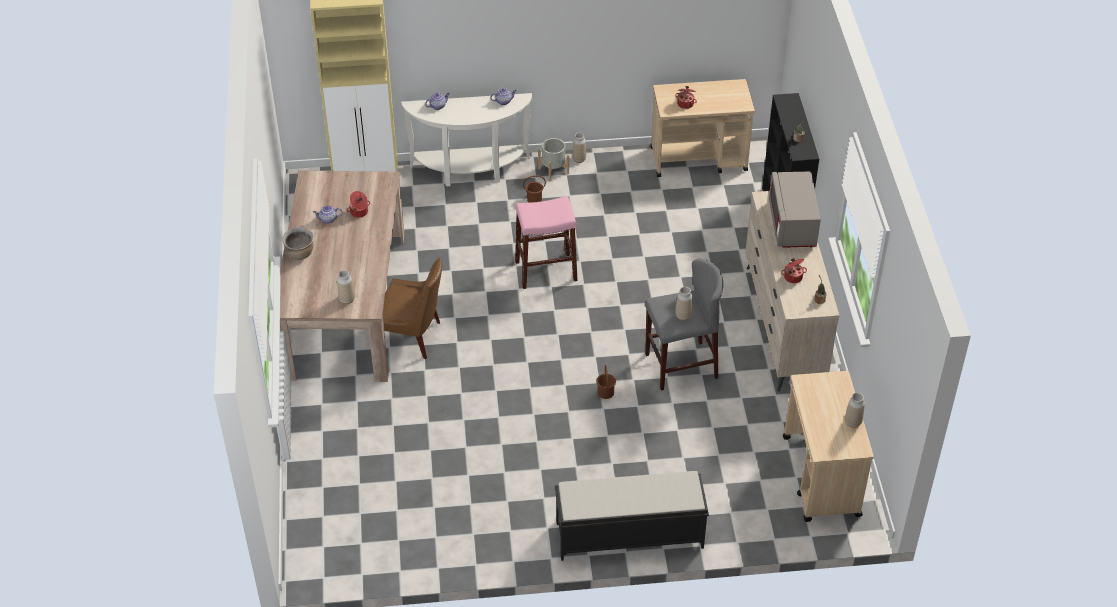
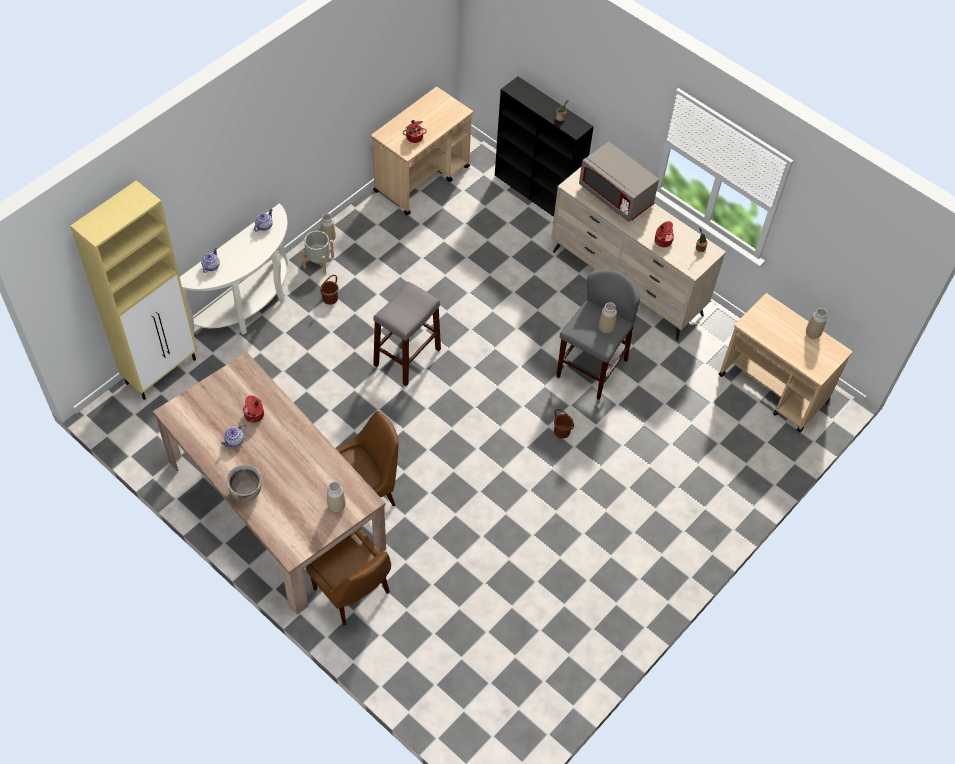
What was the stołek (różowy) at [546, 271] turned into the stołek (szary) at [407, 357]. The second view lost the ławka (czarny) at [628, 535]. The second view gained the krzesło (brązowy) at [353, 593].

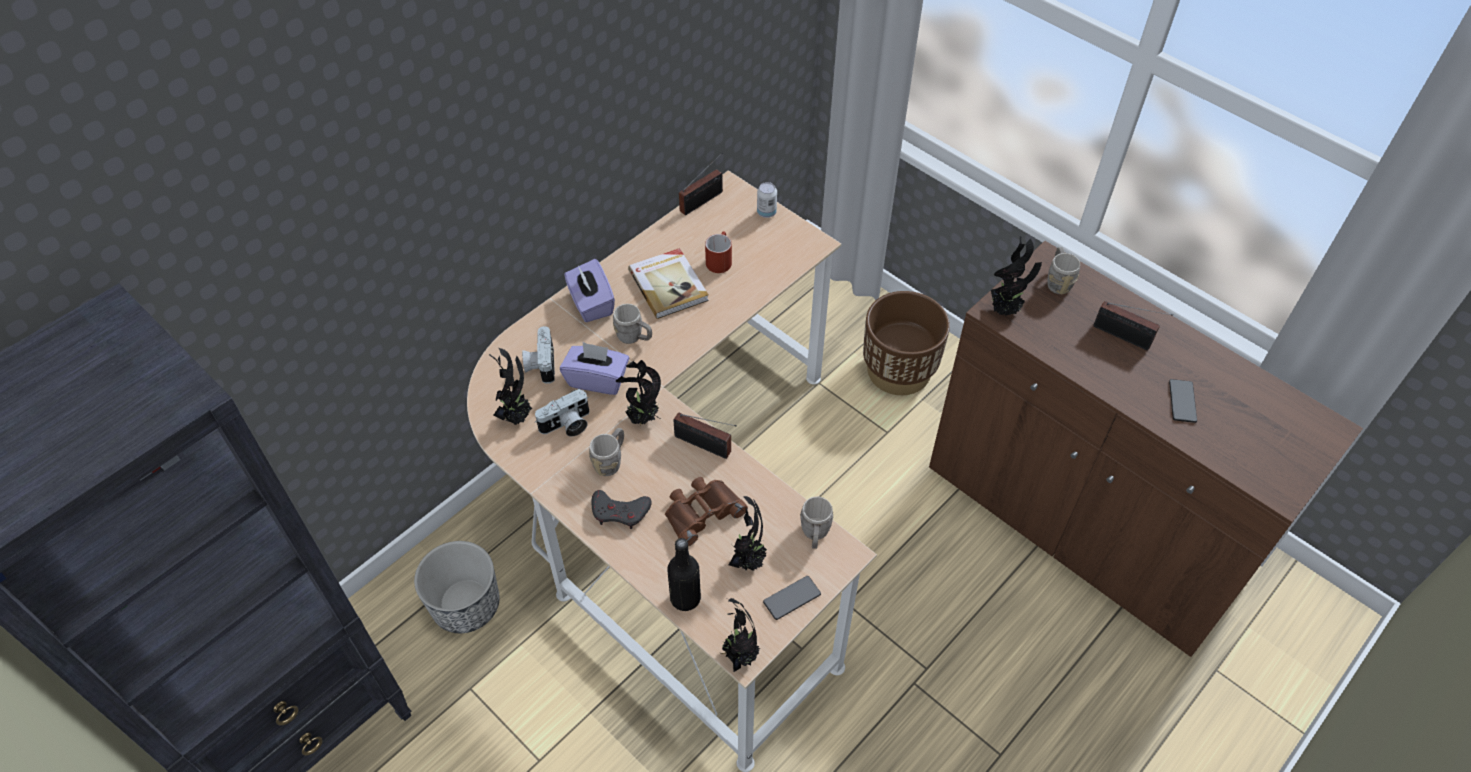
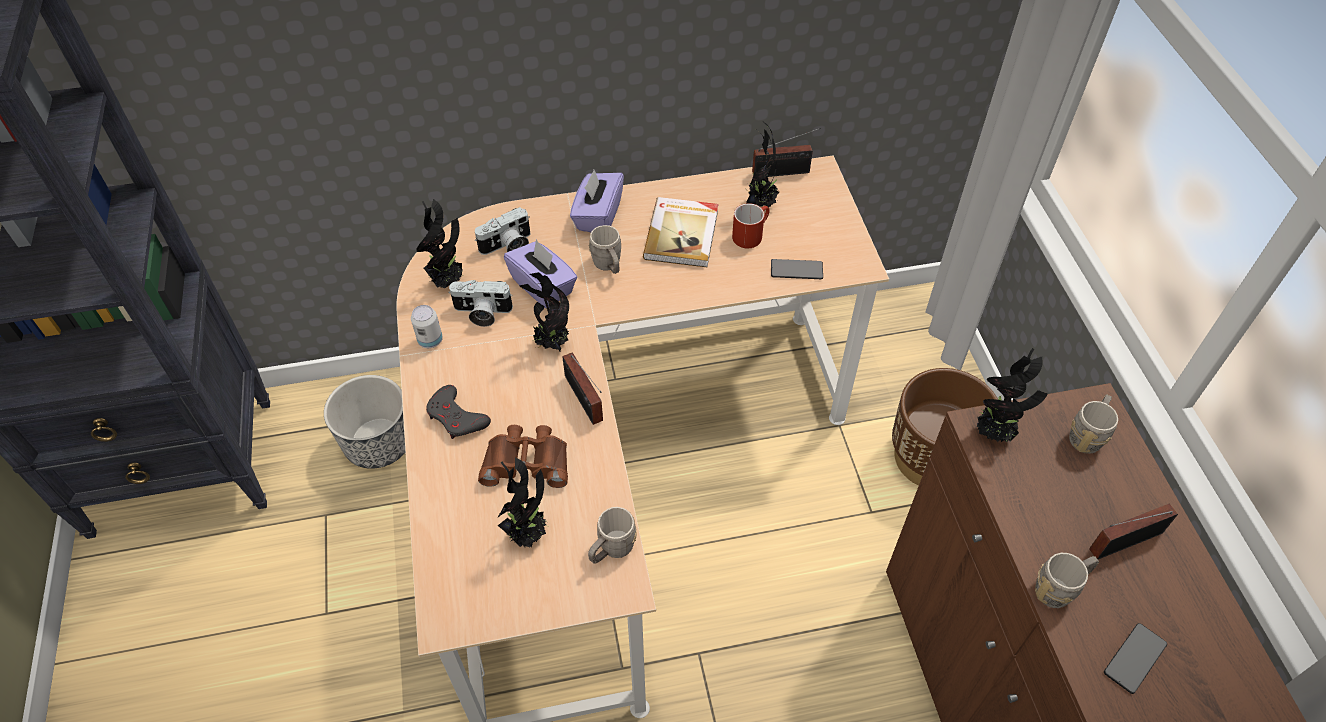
The puszka ended up elsewhere, having gone from [766, 213] to [430, 340]. The radio at [1125, 337] ended up facing another way, 90 degrees clockwise from before. The aparat fotograficzny at [540, 364] ended up facing another way, 150 degrees counterclockwise from before. The kubek (szary) ended up elsewhere, having gone from [611, 461] to [1059, 588]. The second view lost the butelka (czarny) at [685, 598]. The telefon ended up elsewhere, having gone from [792, 598] to [796, 270]. The roślina doniczkowa ended up elsewhere, having gone from [739, 654] to [761, 202].

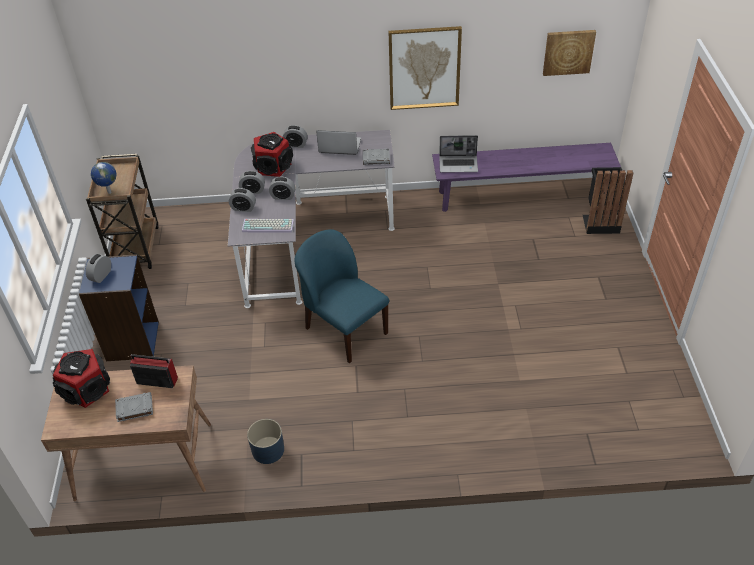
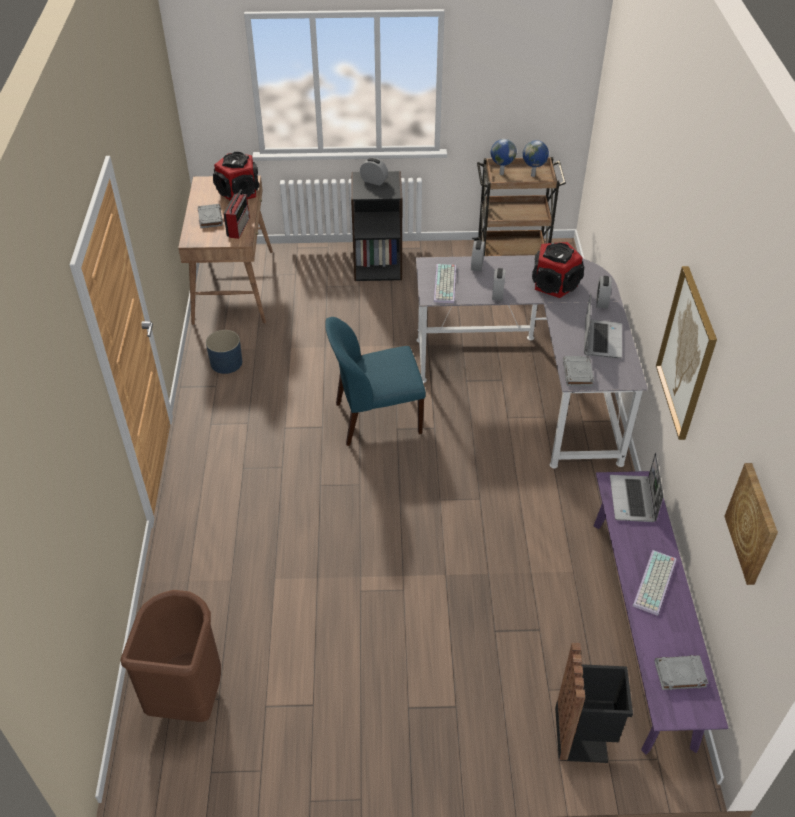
The second view lost the budzik at [253, 190]. The krzesło (niebieski) at [345, 330] ended up facing another way, 150 degrees counterclockwise from before. What was the regał (niebieski) at [132, 341] turned into the regał (czarny) at [378, 265]. The second view gained the globus at [533, 175]. The second view gained the klawiatura at [656, 584]. The second view gained the kosz na śmieci (brązowy) at [188, 696]. The second view gained the książka (szary) at [679, 674].

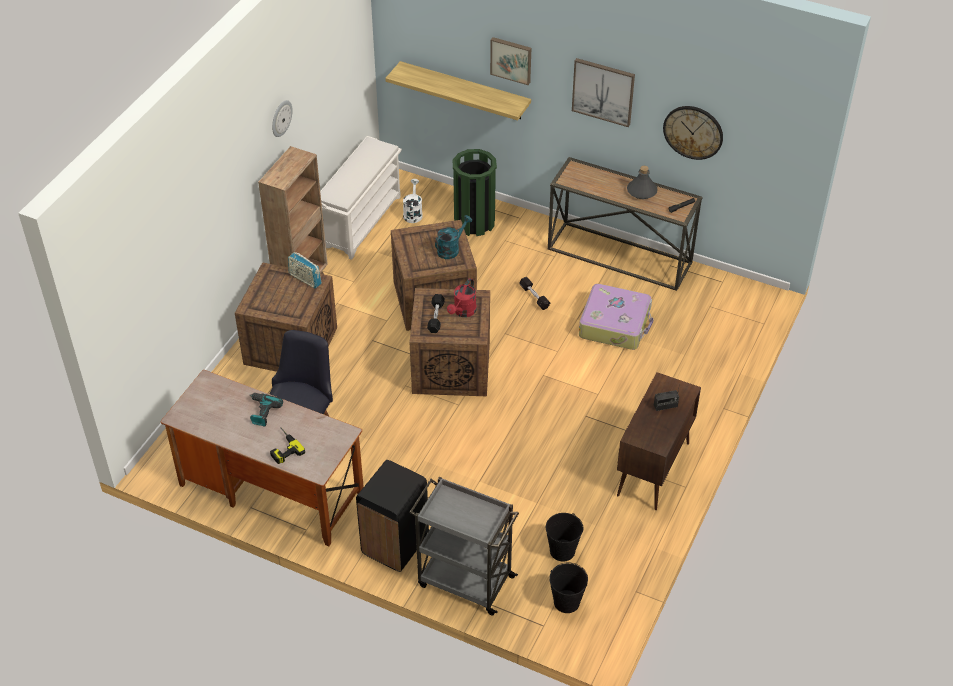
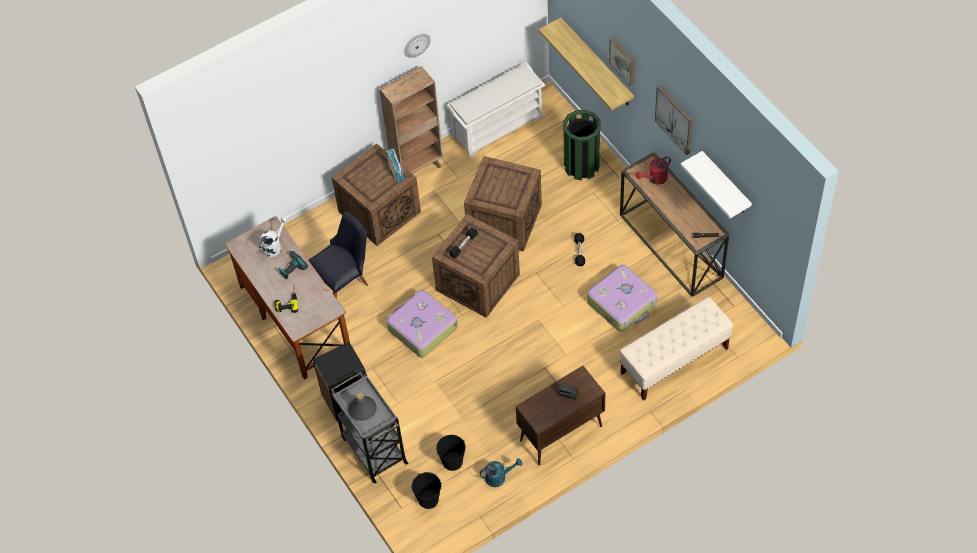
Where the zegar ścienny hung at [693, 132], the półka (biały) came to hang at [725, 184]. The butelka (szary) ended up elsewhere, having gone from [642, 191] to [363, 409]. The konewka (biały) ended up elsewhere, having gone from [413, 213] to [274, 246]. The konewka (turkusowy) ended up elsewhere, having gone from [451, 249] to [499, 477]. The konewka (czerwony) ended up elsewhere, having gone from [463, 312] to [655, 179]. The second view gained the walizka at [422, 328]. The second view gained the ławka (beżowy) at [674, 361].

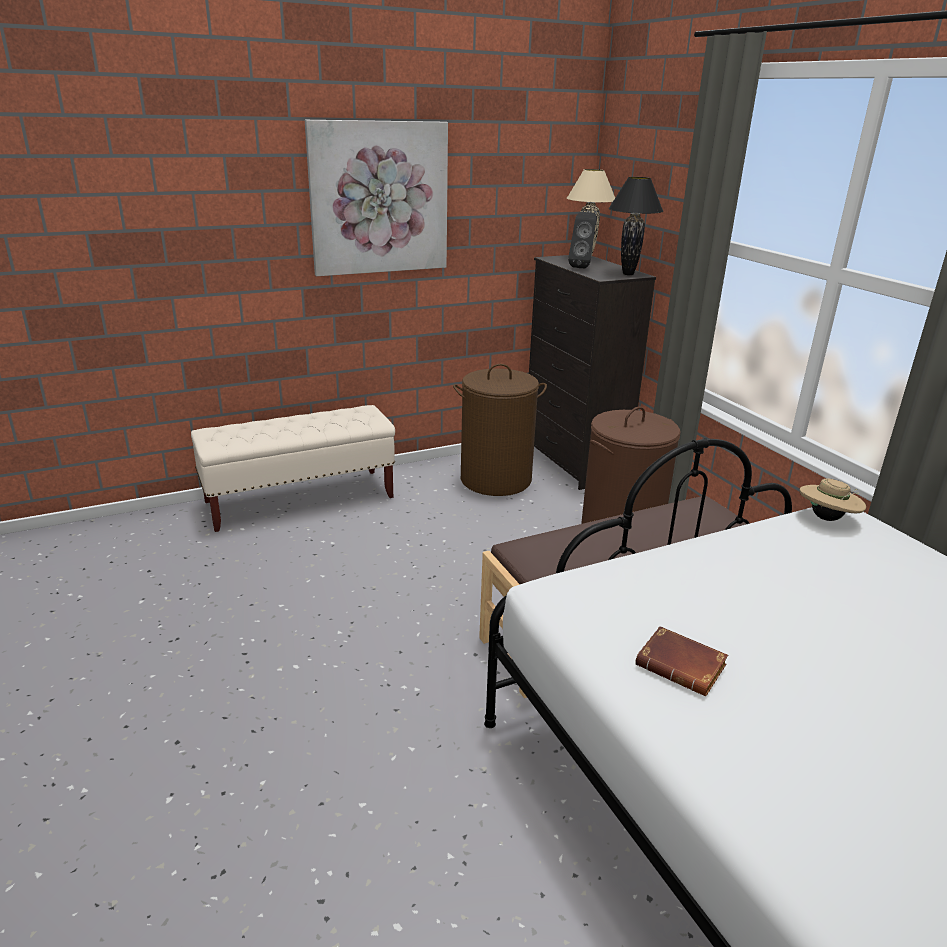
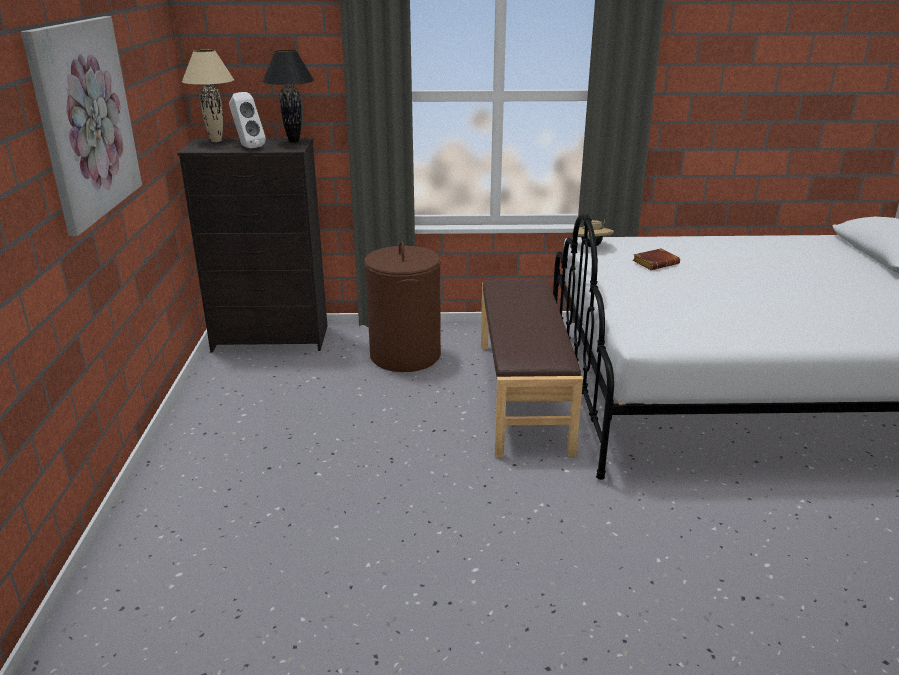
What was the głośnik (czarny) at [582, 267] turned into the głośnik (biały) at [247, 147]. The second view lost the kosz na pranie (brązowy) at [496, 479]. The second view lost the ławka (beżowy) at [300, 500]. The książka (brązowy) ended up elsewhere, having gone from [683, 667] to [655, 263].

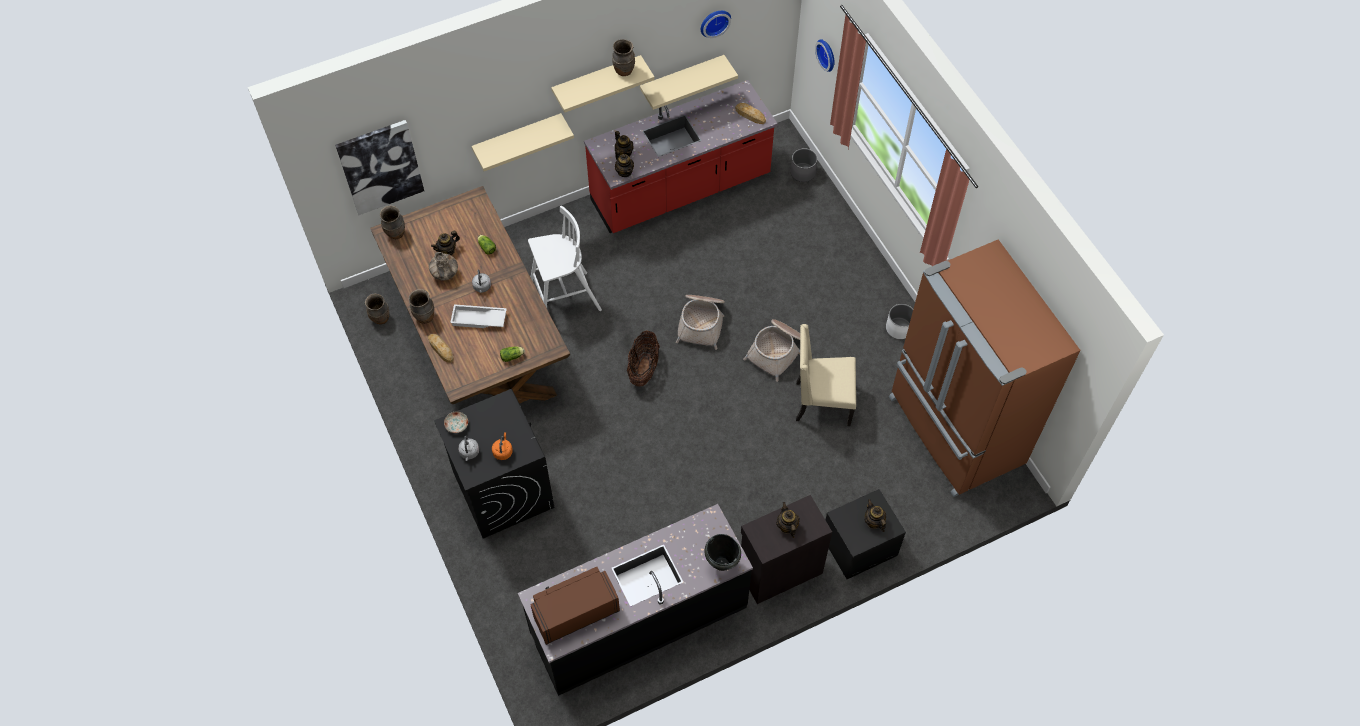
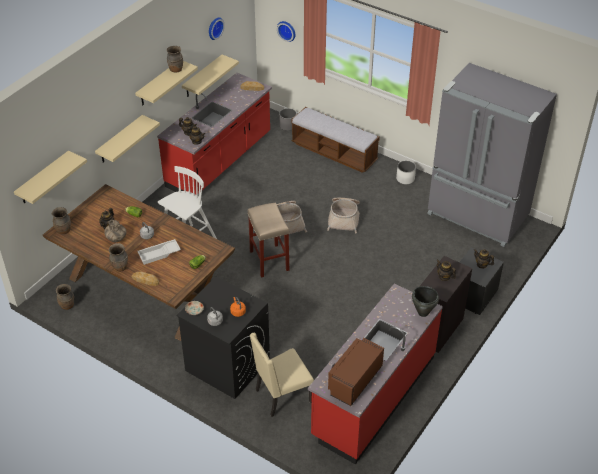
Where the obraz hung at [380, 167], the półka (beżowy) came to hang at [43, 178]. What was the lodówka (brązowy) at [953, 432] turned into the lodówka (szary) at [477, 216]. The krzesło (beżowy) ended up elsewhere, having gone from [821, 403] to [282, 396]. Where the koszyk stood at [643, 368], the stołek (beżowy) came to stand at [268, 260]. What was the zabudowa kuchenna (czarny) at [638, 620] turned into the zabudowa kuchenna (czerwony) at [373, 396]. The second view gained the ławka at [334, 152].

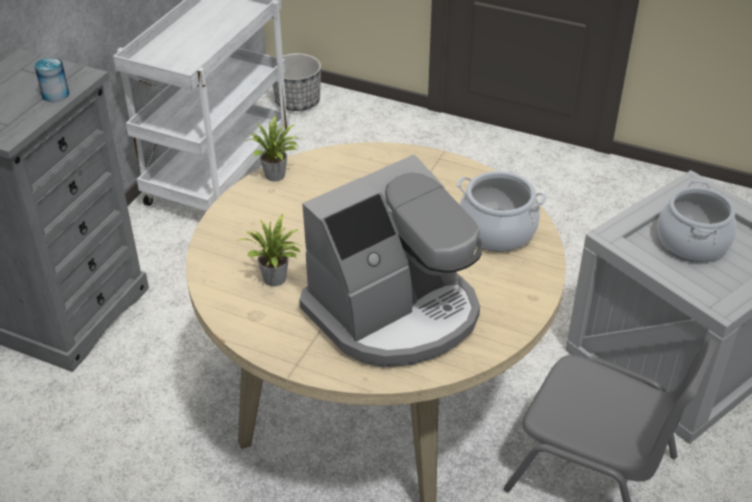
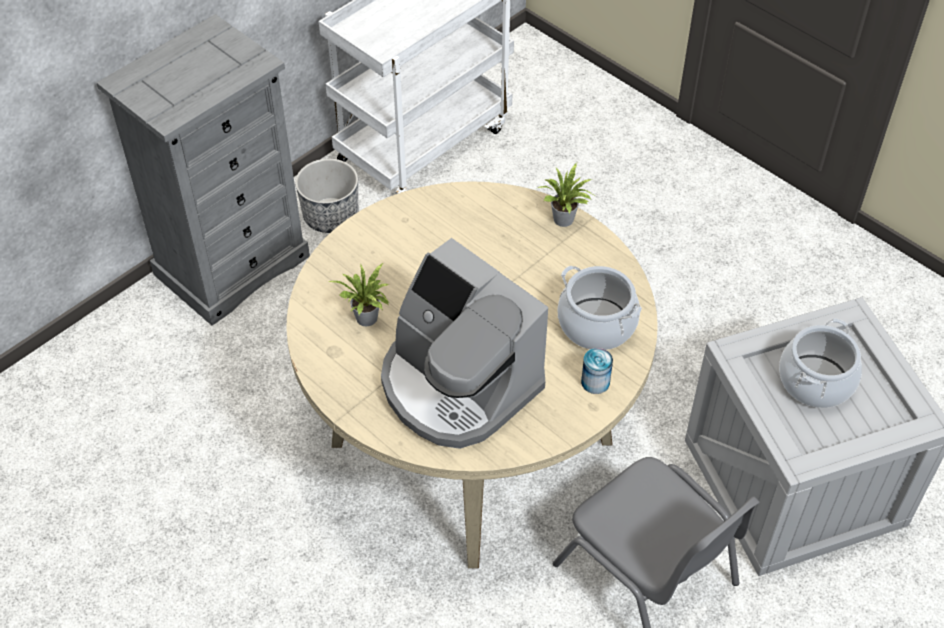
The donica ended up elsewhere, having gone from [298, 102] to [331, 216]. The puszka ended up elsewhere, having gone from [55, 94] to [595, 382]. The roślina doniczkowa ended up elsewhere, having gone from [277, 176] to [565, 221]. The ekspres do kawy at [395, 313] ended up facing another way, 60 degrees clockwise from before.

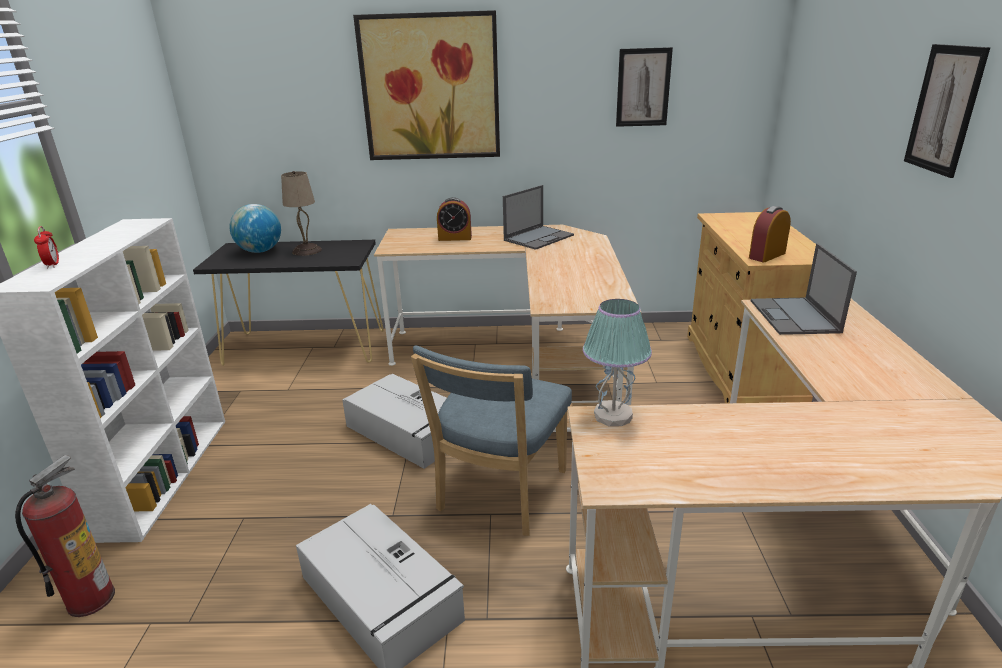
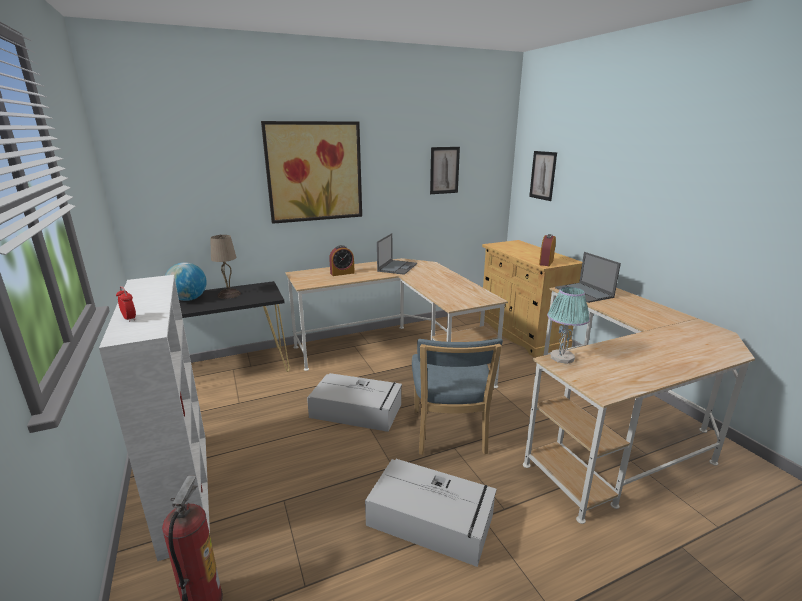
The obraz ended up elsewhere, having gone from [944, 109] to [543, 175].

